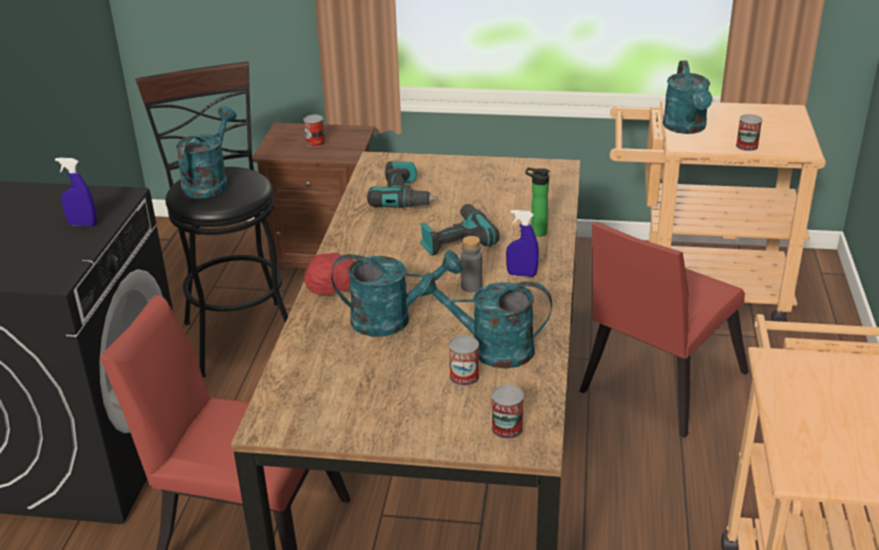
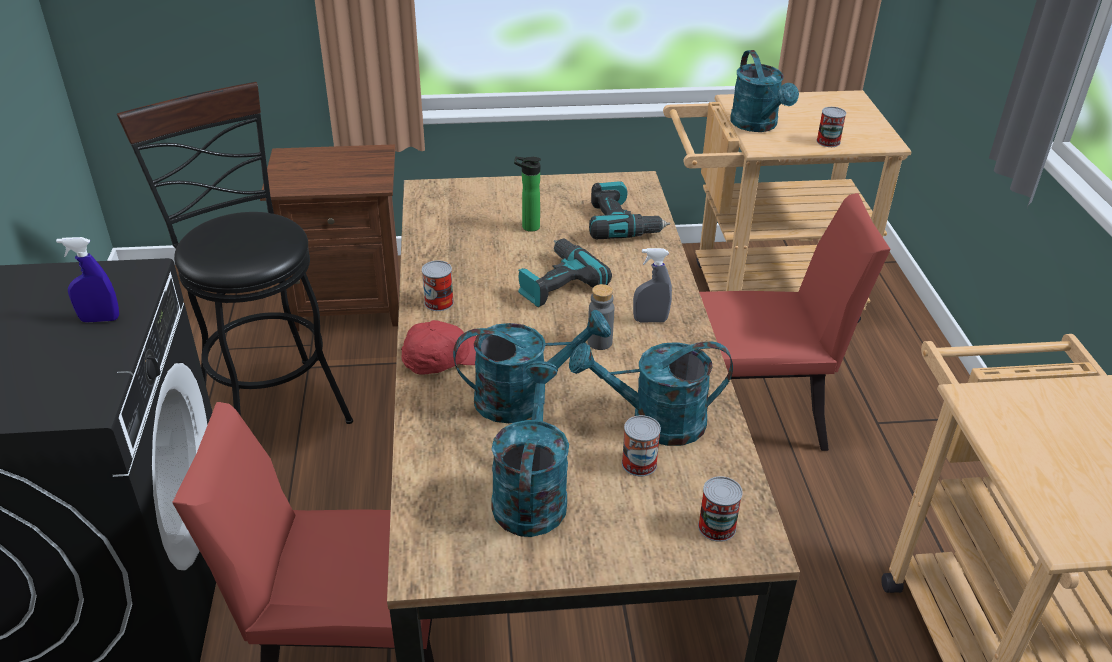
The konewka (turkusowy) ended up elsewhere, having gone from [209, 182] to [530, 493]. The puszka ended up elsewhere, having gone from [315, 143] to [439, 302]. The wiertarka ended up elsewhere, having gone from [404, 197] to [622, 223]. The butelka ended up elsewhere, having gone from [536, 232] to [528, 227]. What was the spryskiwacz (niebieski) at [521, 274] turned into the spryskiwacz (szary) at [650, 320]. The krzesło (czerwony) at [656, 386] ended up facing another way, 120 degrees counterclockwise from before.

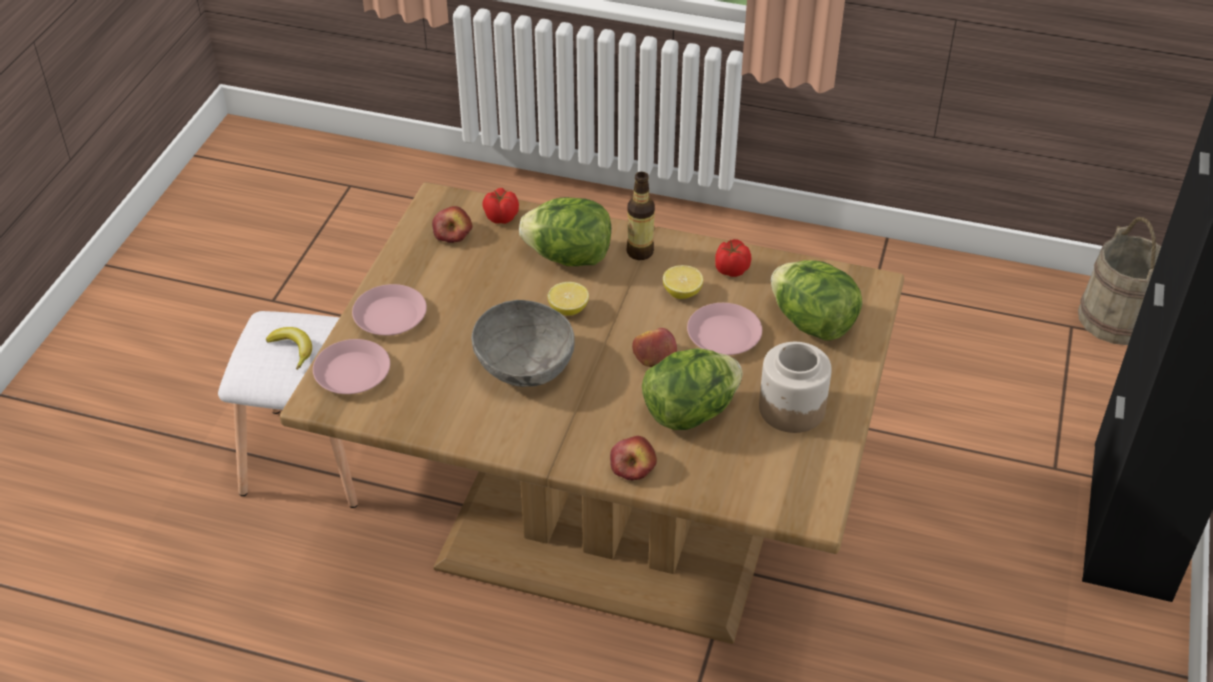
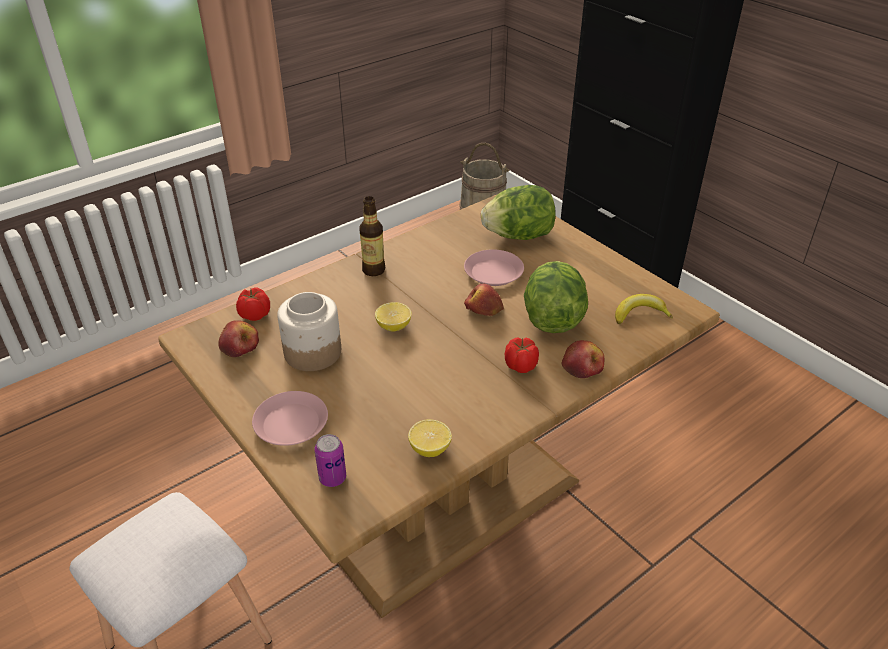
The second view lost the sałata at [569, 257]. The pomidor ended up elsewhere, having gone from [731, 269] to [520, 366]. The cytryna ended up elsewhere, having gone from [682, 293] to [430, 449]. The second view lost the miska (szary) at [524, 365]. The banan ended up elsewhere, having gone from [293, 349] to [640, 314]. Where the talerz (różowy) stood at [352, 372], the puszka came to stand at [332, 478]. The słoik ended up elsewhere, having gone from [791, 408] to [312, 352].

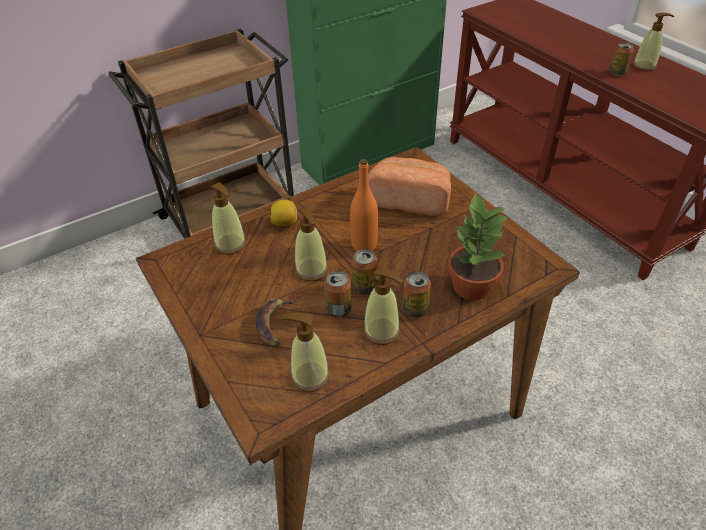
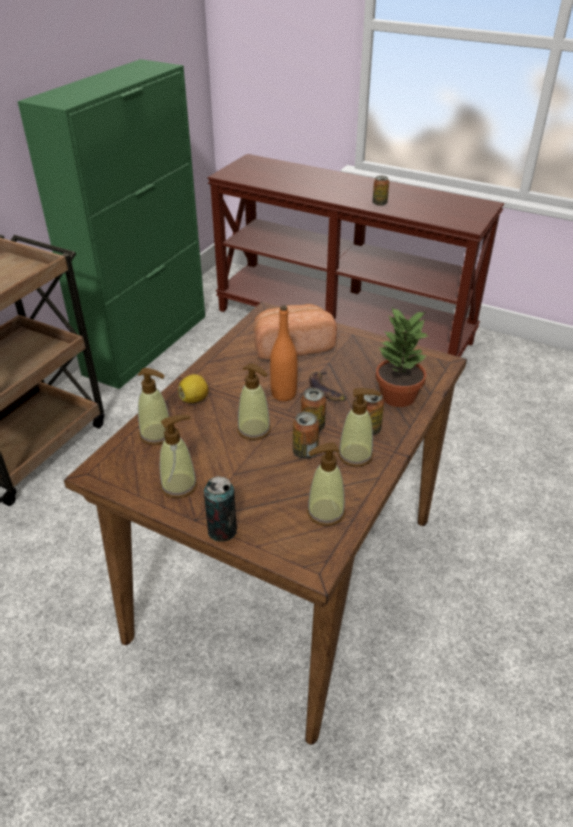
The dozownik mydła ended up elsewhere, having gone from [644, 66] to [179, 485]. The banan ended up elsewhere, having gone from [274, 324] to [326, 389]. The second view gained the puszka at [222, 531].

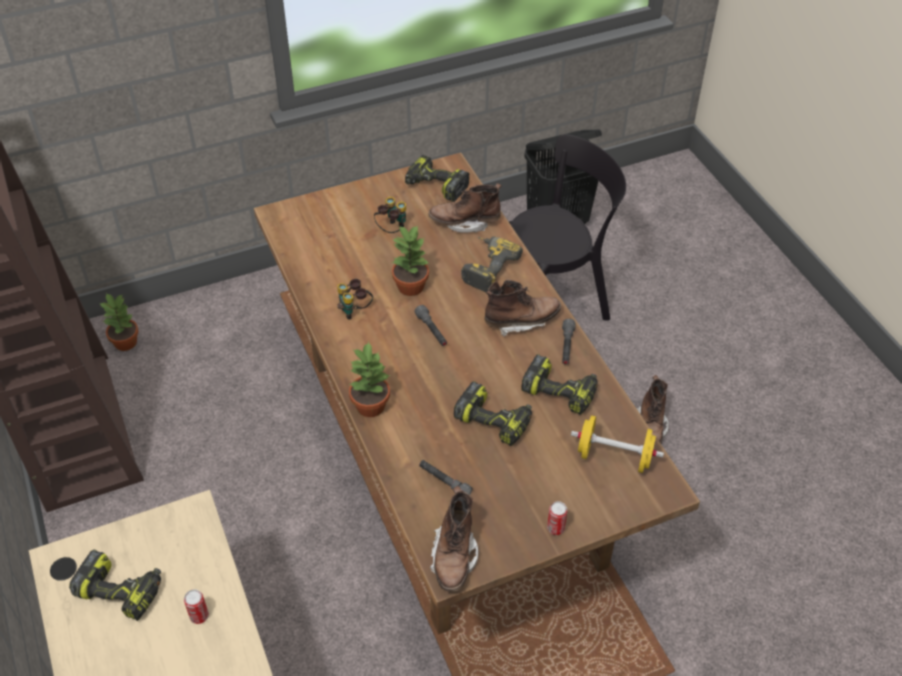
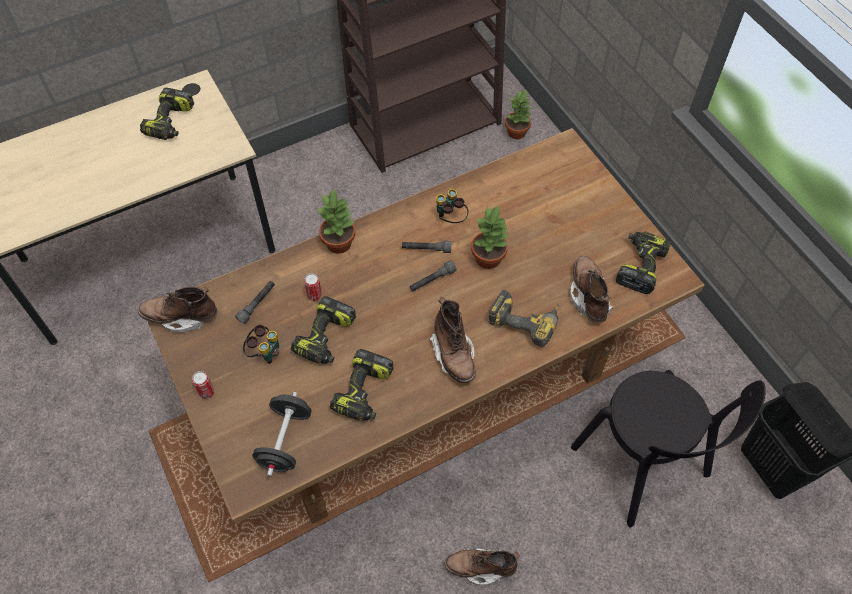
The lornetka ended up elsewhere, having gone from [392, 230] to [264, 352]. The latarka (szary) ended up elsewhere, having gone from [566, 346] to [426, 249]. What was the hantel (żółty) at [614, 457] turned into the hantel (czarny) at [285, 441]. The puszka ended up elsewhere, having gone from [199, 616] to [314, 295].

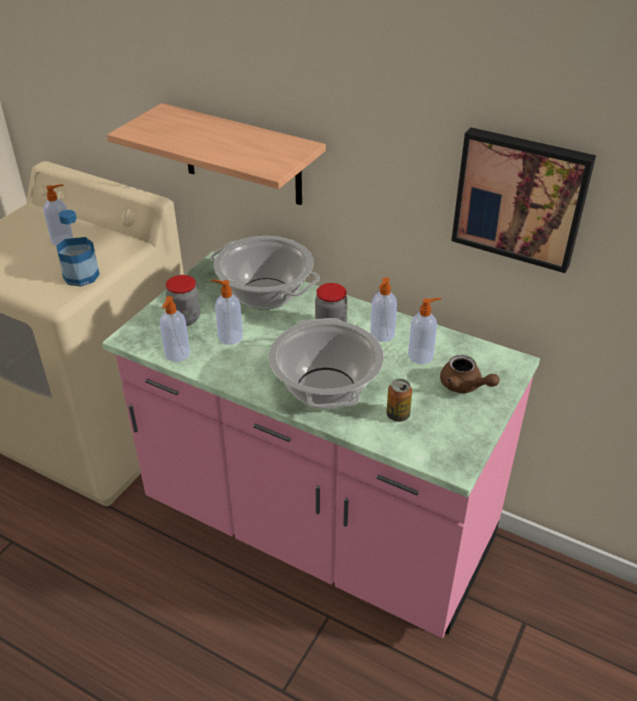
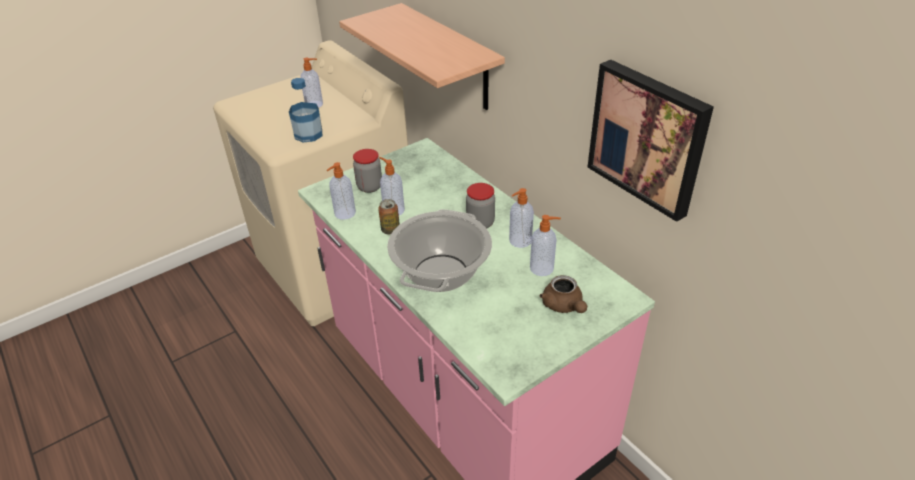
The second view lost the garnek at [266, 294]. The puszka ended up elsewhere, having gone from [398, 415] to [390, 230].

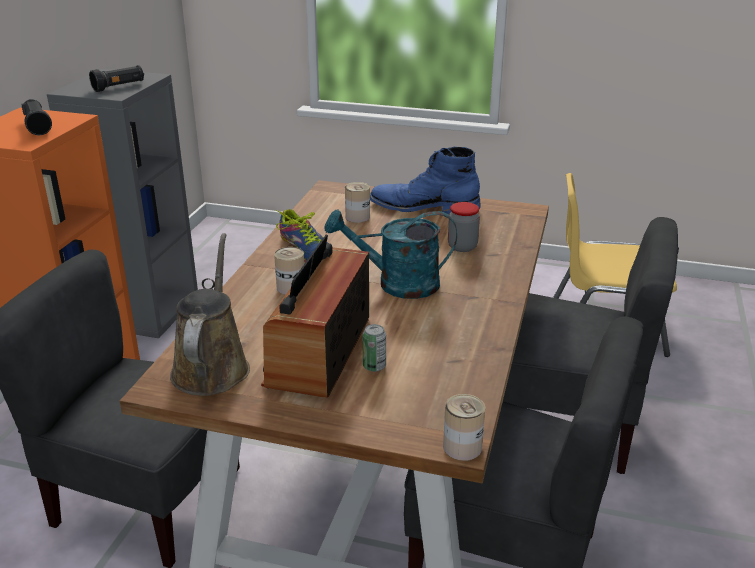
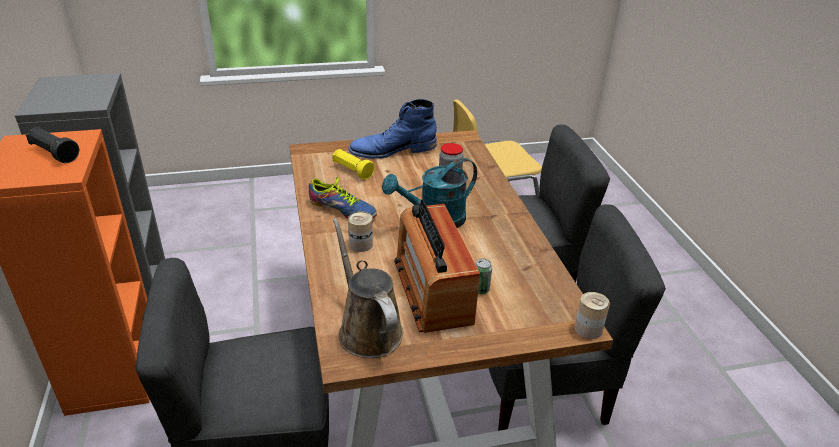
The second view lost the latarka (czarny) at [119, 87]. Where the puszka stood at [357, 217], the latarka (żółty) came to stand at [352, 171].

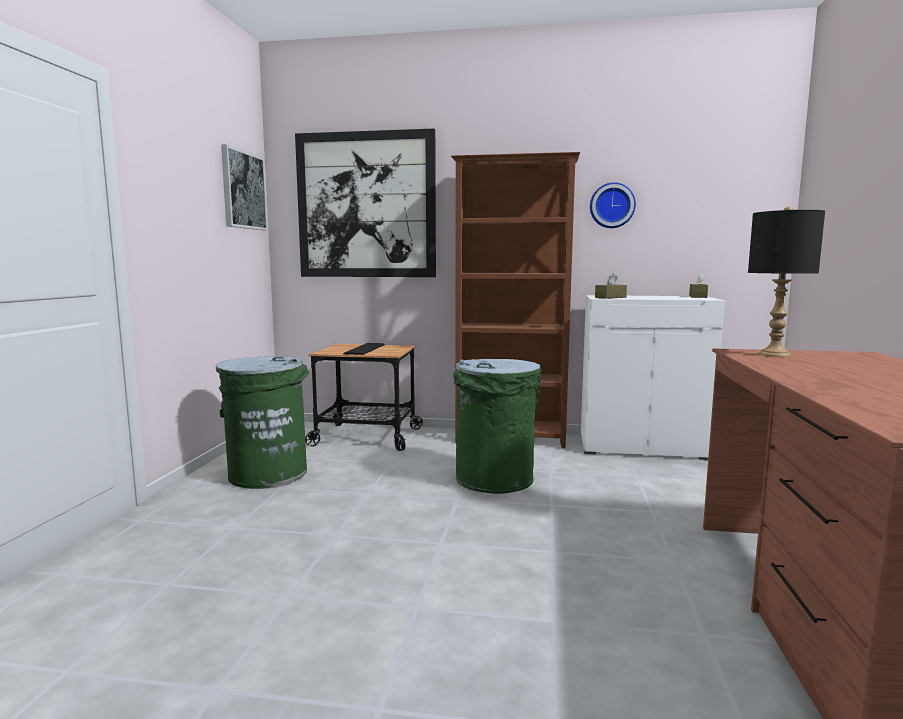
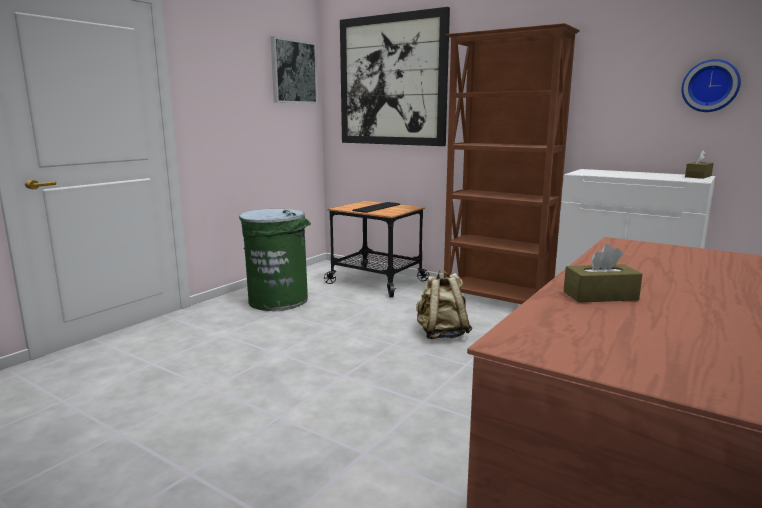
The zegar ścienny ended up elsewhere, having gone from [612, 205] to [710, 86]. The second view lost the lampa stołowa (czarny) at [775, 355]. The pudełko chusteczek (brązowy) ended up elsewhere, having gone from [610, 297] to [600, 296]. Where the kosz na śmieci (zielony) stood at [495, 480], the plecak (beżowy) came to stand at [441, 334].

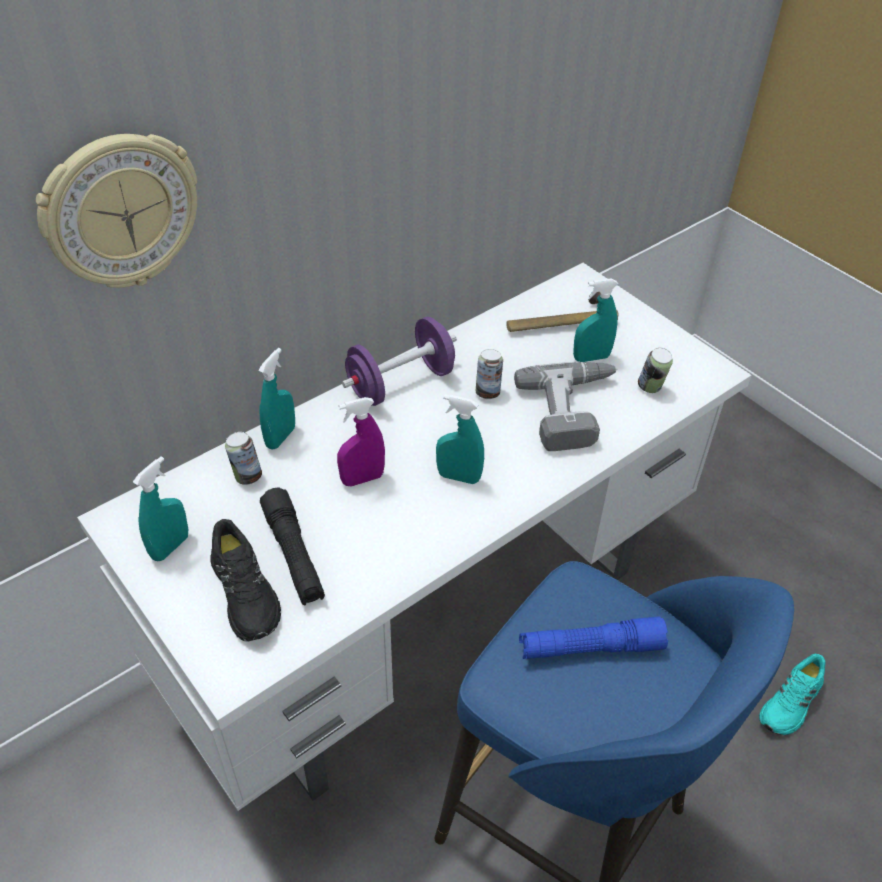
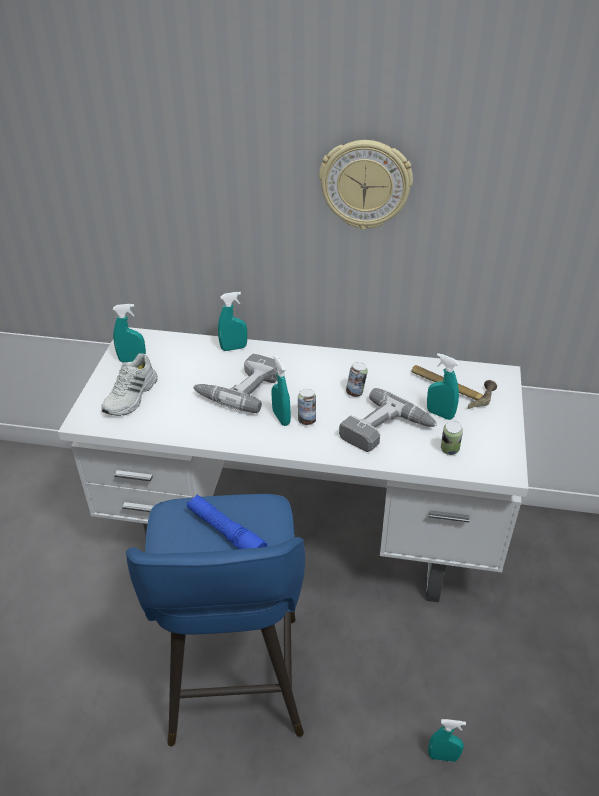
The zegar ścienny ended up elsewhere, having gone from [121, 212] to [365, 184]. The second view lost the hantel (fioletowy) at [401, 383]. Where the spryskiwacz (fioletowy) stood at [362, 479], the wiertarka came to stand at [239, 388]. The puszka ended up elsewhere, having gone from [247, 476] to [307, 420]. The second view lost the latarka (czarny) at [294, 555]. What was the but (czarny) at [246, 592] turned into the but (biały) at [132, 396]. Where the but (turkusowy) stood at [791, 703], the spryskiwacz (turkusowy) came to stand at [443, 756].

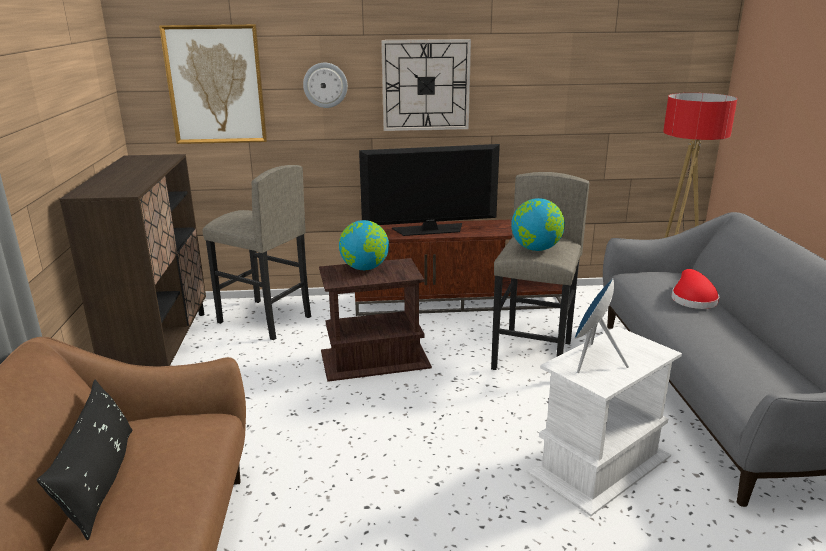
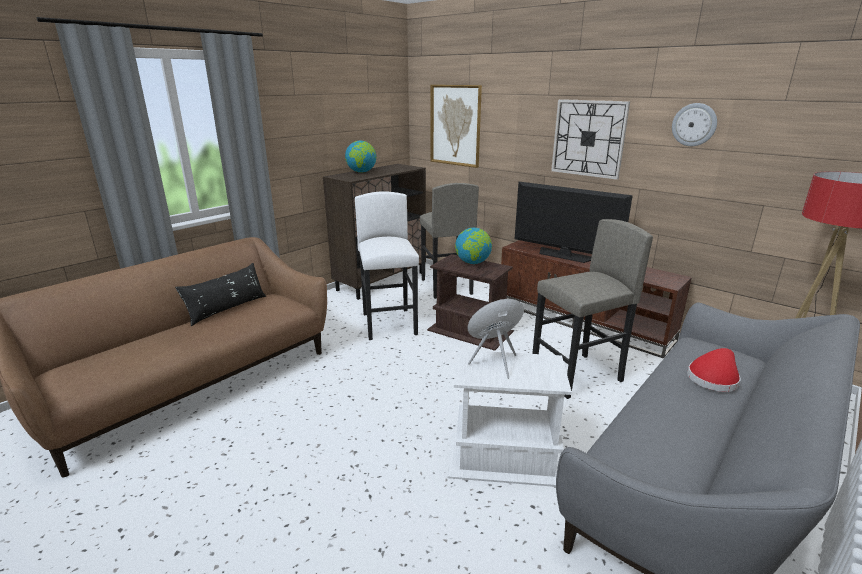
The zegar ścienny ended up elsewhere, having gone from [325, 85] to [694, 124]. The globus ended up elsewhere, having gone from [536, 249] to [361, 172]. The second view gained the stołek (biały) at [389, 324].

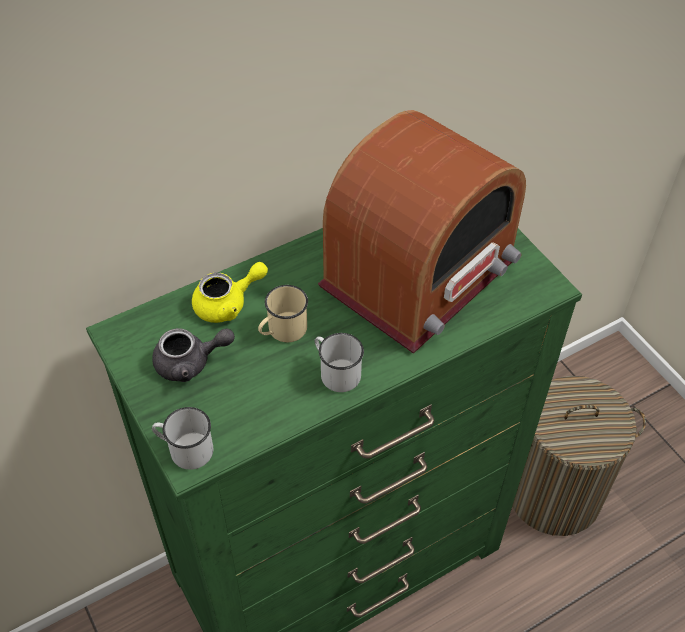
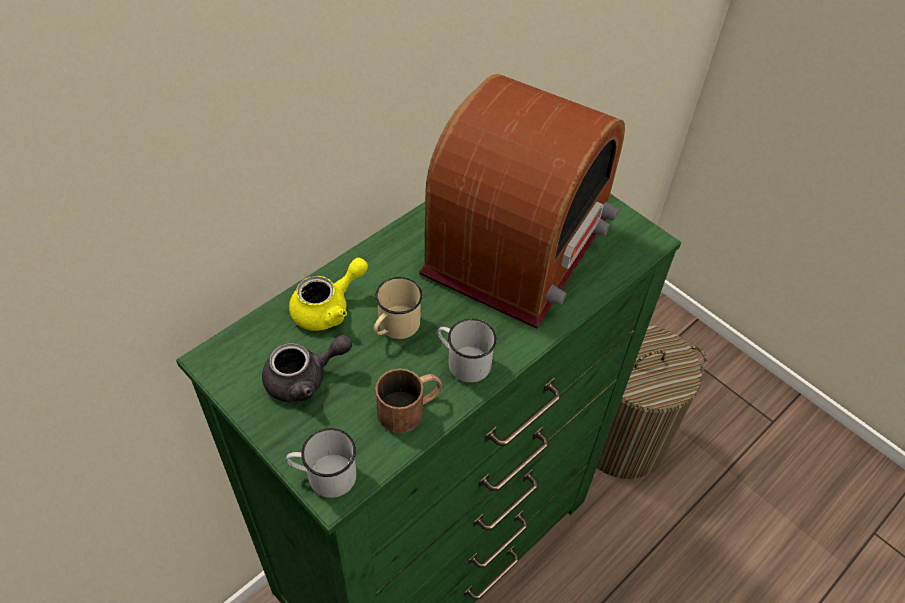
The second view gained the kubek (brązowy) at [410, 408].

